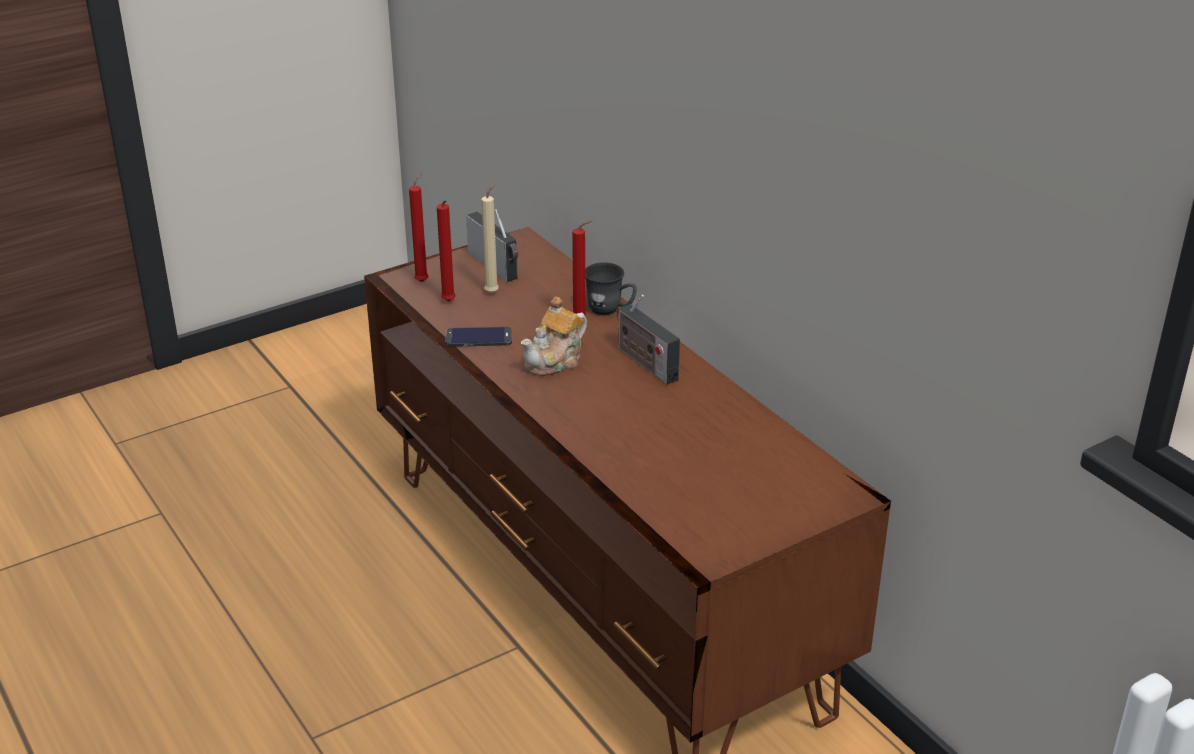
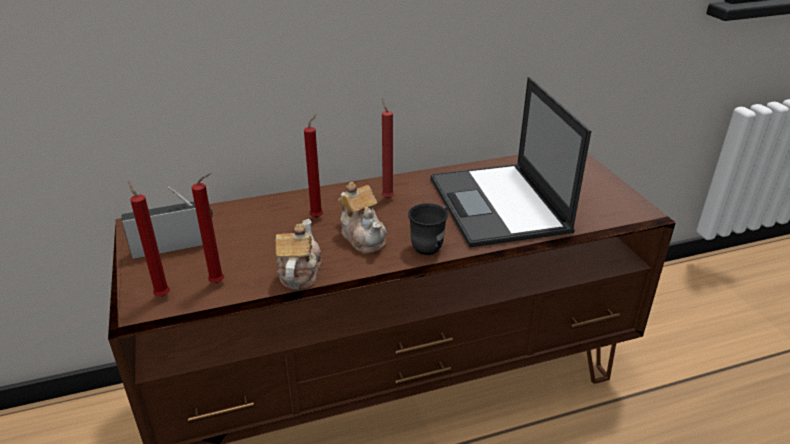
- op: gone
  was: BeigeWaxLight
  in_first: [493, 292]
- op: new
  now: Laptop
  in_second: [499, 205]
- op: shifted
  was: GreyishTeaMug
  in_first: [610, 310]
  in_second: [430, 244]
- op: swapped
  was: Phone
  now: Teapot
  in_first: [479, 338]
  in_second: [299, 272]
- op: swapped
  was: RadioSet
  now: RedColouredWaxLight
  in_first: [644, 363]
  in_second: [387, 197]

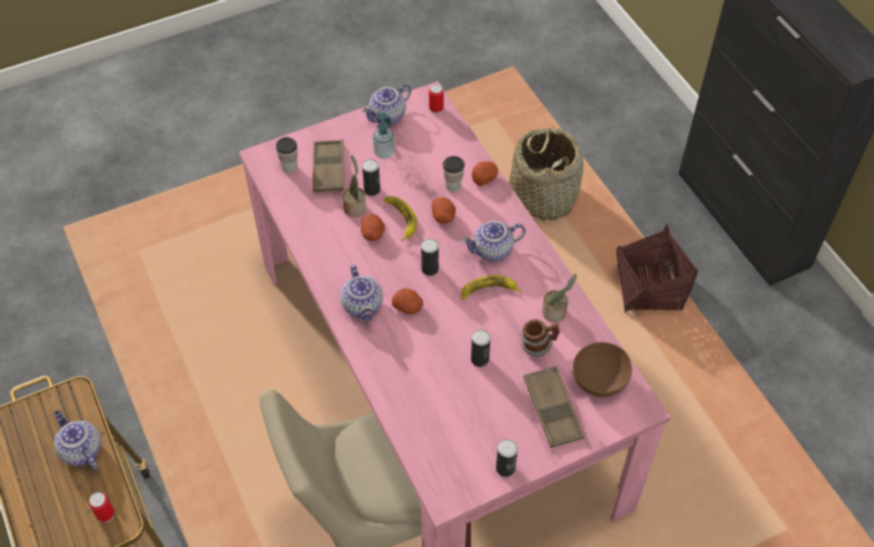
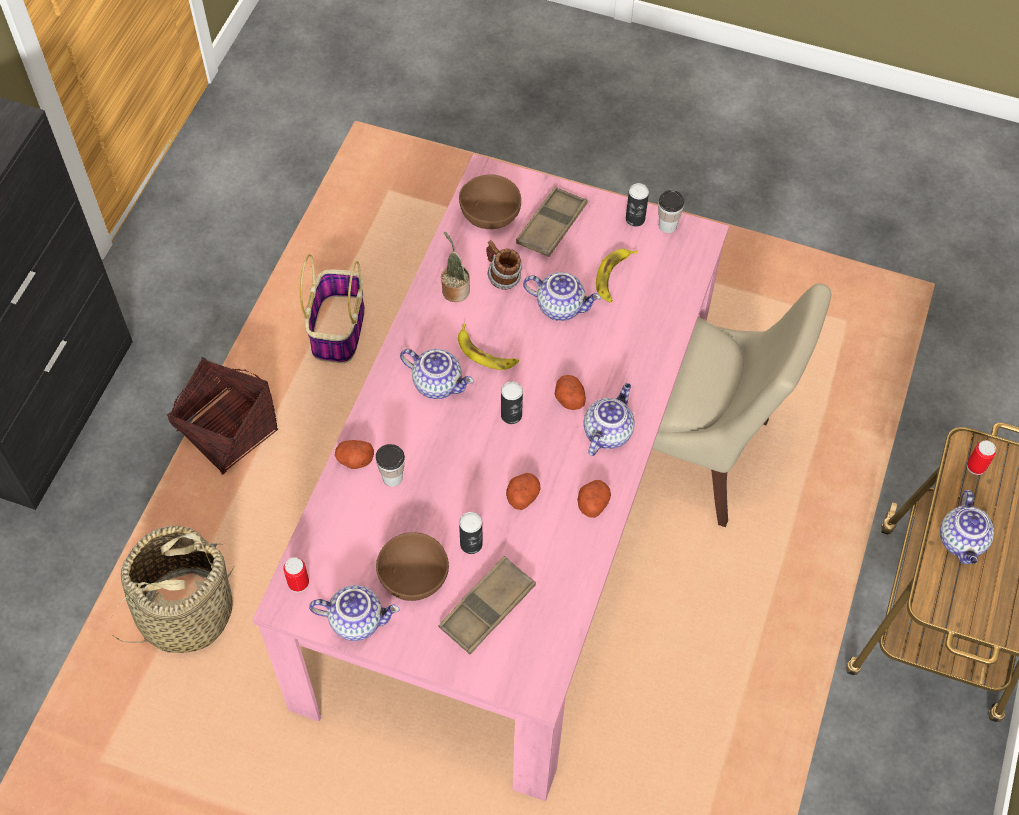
- op: gone
  was: PottedPlant
  in_first: [355, 207]
- op: new
  now: HouseholdBasket
  in_second: [338, 329]
- op: shifted
  was: SmallCup
  in_first: [289, 167]
  in_second: [667, 225]
- op: shifted
  was: BananaFruit
  in_first: [400, 218]
  in_second: [614, 277]
- op: shifted
  was: Spud
  in_first: [443, 216]
  in_second: [593, 502]
- op: swapped
  was: LiquidSoapBottle
  now: BrownishBowl
  in_first: [384, 153]
  in_second: [412, 577]
- op: swapped
  was: MetalCan
  now: Teapot
  in_first: [479, 359]
  in_second: [561, 306]

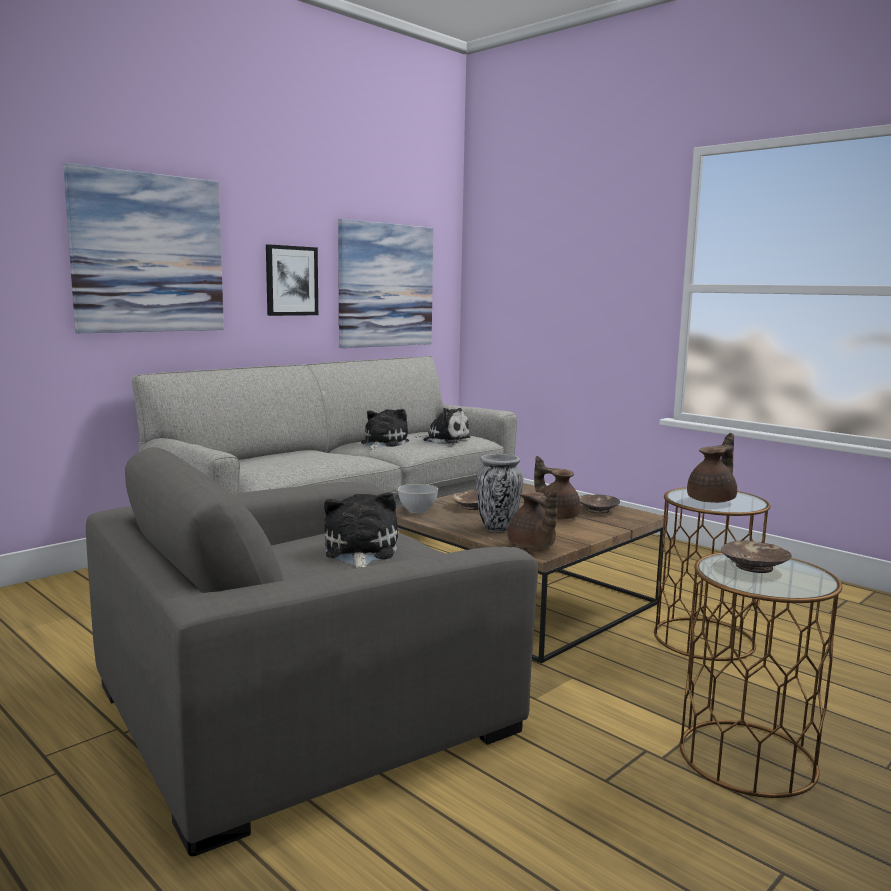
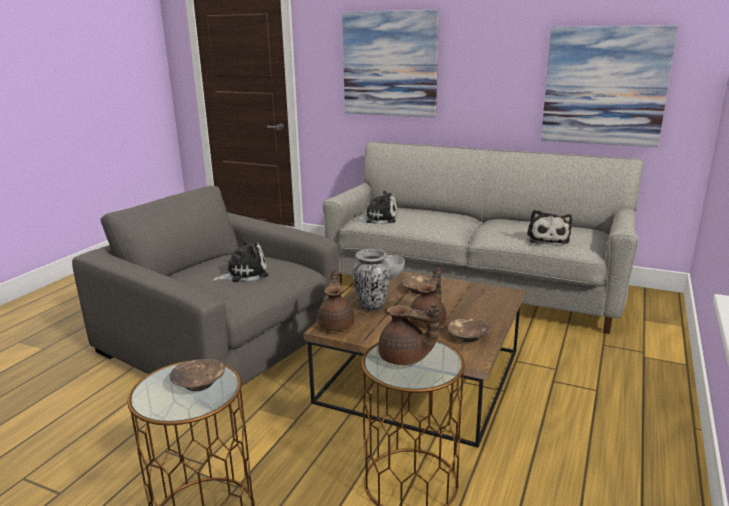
- op: gone
  was: Picture
  in_first: [291, 281]
- op: shifted
  was: CuddlyToy
  in_first: [382, 443]
  in_second: [378, 218]
- op: rotated
  was: BrownishTeapot
  in_first: [532, 546]
  in_second: [336, 324]
  clockwise: 135

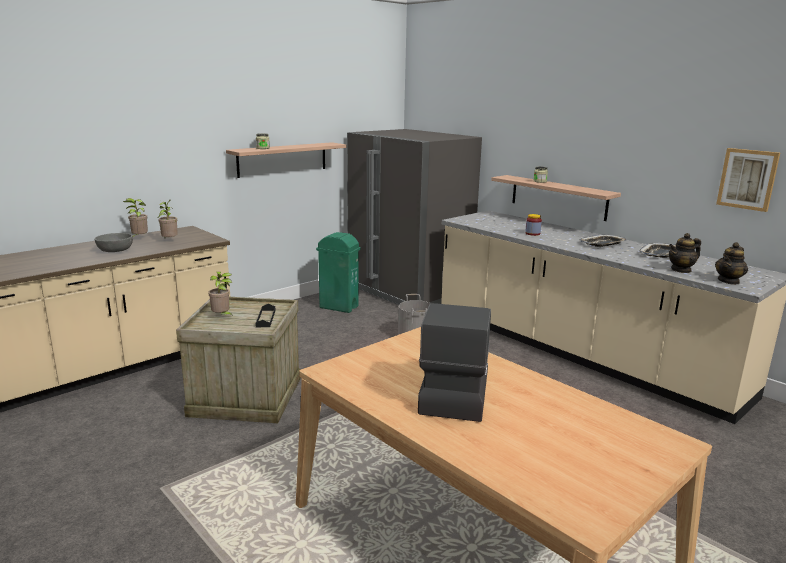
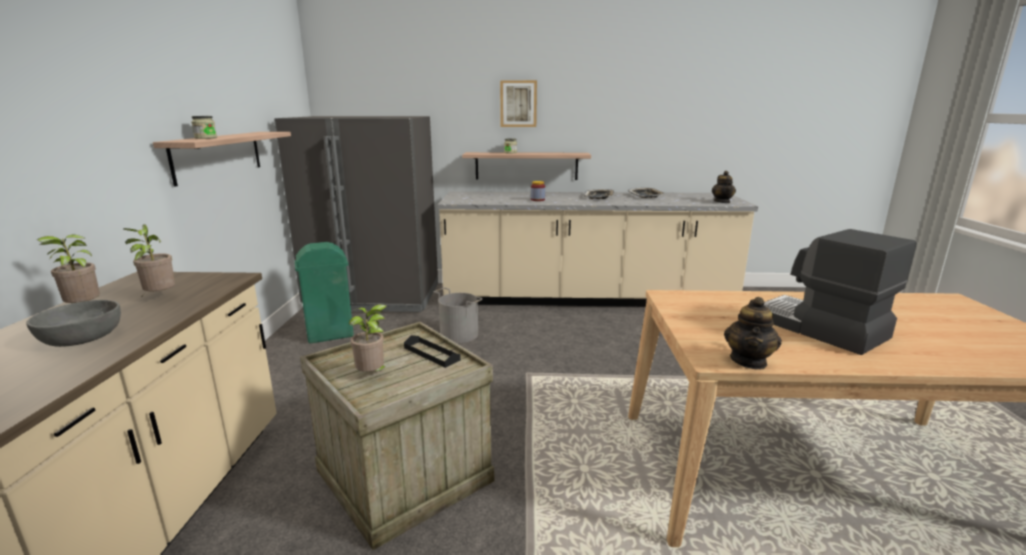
- op: shifted
  was: Teapot
  in_first: [681, 270]
  in_second: [749, 361]
- op: shifted
  was: Picture
  in_first: [747, 179]
  in_second: [518, 104]

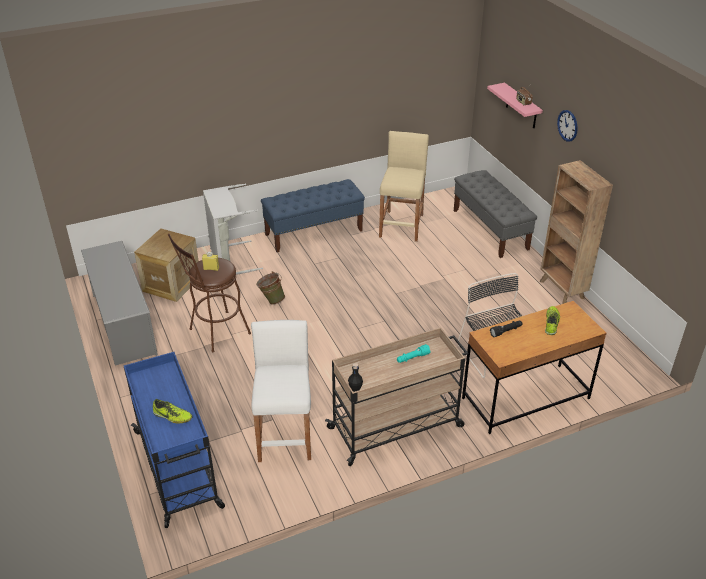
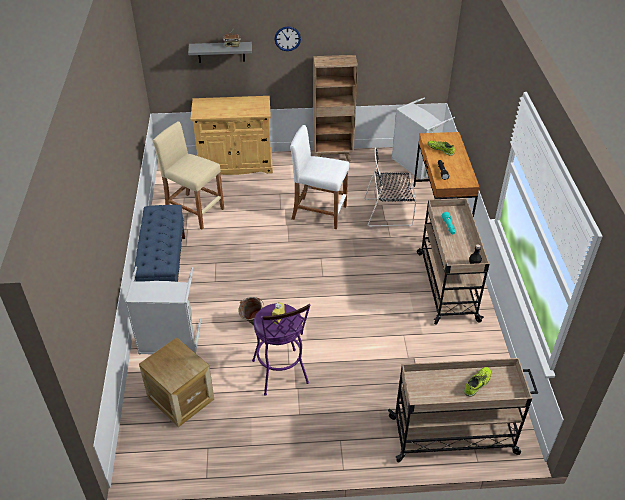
- op: gone
  was: GreyishShoeRack
  in_first: [123, 323]
- op: new
  now: GreyishHamper
  in_second: [414, 165]
- op: shifted
  was: WhiteColouredSittingStool
  in_first: [285, 435]
  in_second: [319, 213]
- op: swapped
  was: GreyishLongSeat
  now: BeigeStorageCabinet
  in_first: [490, 229]
  in_second: [235, 164]
- op: repainted
  was: BluishCart
  now: BeigeCart
  in_first: [178, 470]
  in_second: [454, 435]
- op: repainted
  was: BrownishSittingStool
  now: PurpleSittingStool
  in_first: [215, 333]
  in_second: [281, 376]
- op: repainted
  was: PinkishShelf
  now: GreyishShelf
  in_first: [521, 106]
  in_second: [221, 52]

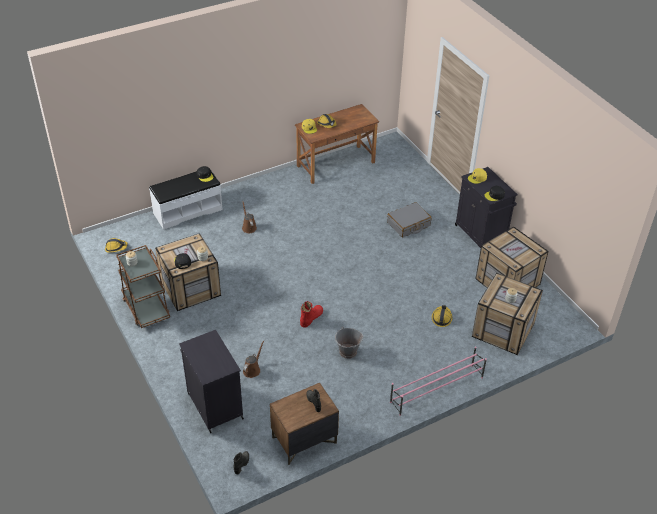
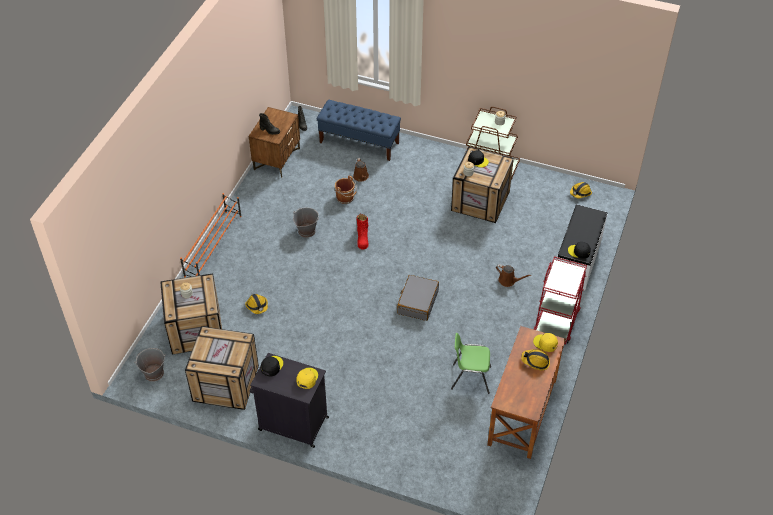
- op: new
  now: GreyishWaterBucket
  in_second: [153, 373]
- op: new
  now: BrownishWaterBucket
  in_second: [346, 198]
- op: new
  now: GreenPlainChair
  in_second: [470, 378]
- op: new
  now: RedColouredCart
  in_second: [556, 321]
- op: shifted
  was: GreyishSuitcase
  in_first: [408, 224]
  in_second: [417, 302]
- op: swapped
  was: BlackishStorageCabinet
  now: BluishLongSeat
  in_first: [214, 405]
  in_second: [359, 143]
- op: repainted
  was: PinkishShoeRack
  now: OrangeyShoeRack
  in_first: [436, 389]
  in_second: [213, 245]

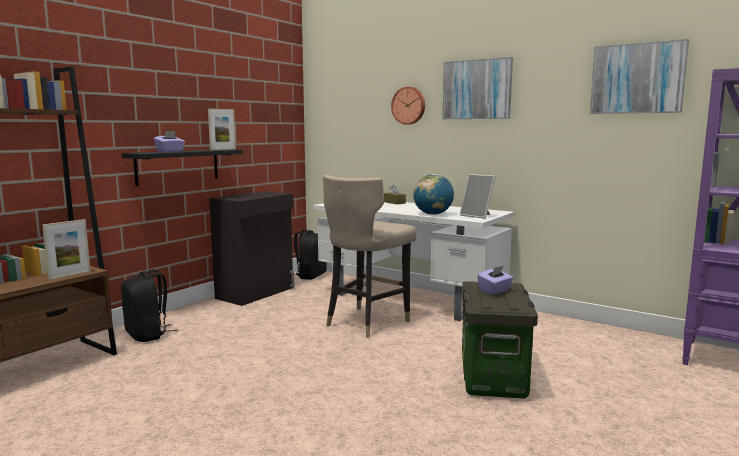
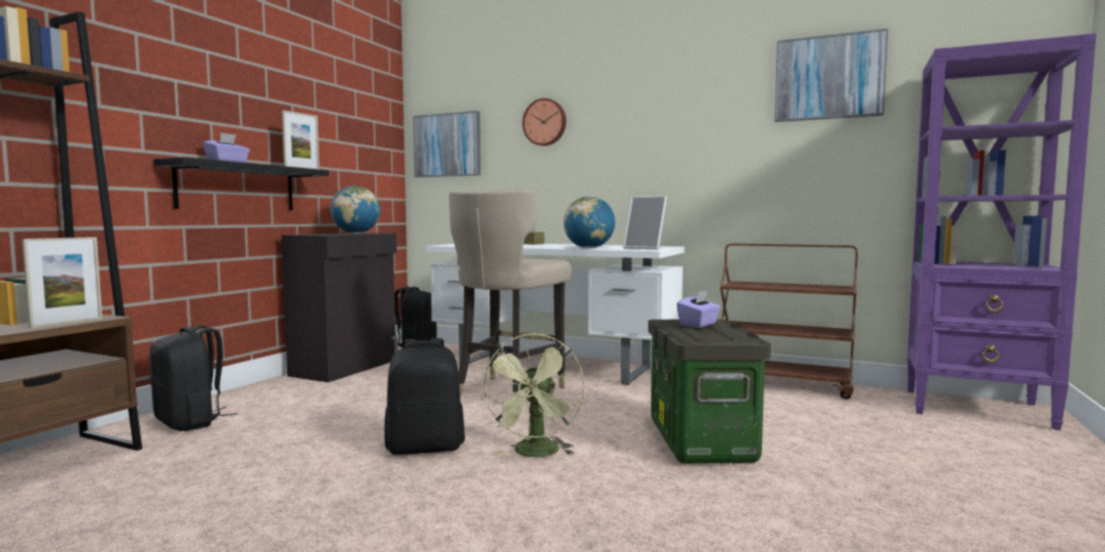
- op: new
  now: Globe
  in_second: [356, 233]
- op: new
  now: BlackishRucksack
  in_second: [425, 447]
- op: new
  now: GreenElectricFan
  in_second: [536, 454]
- op: new
  now: BrownishCart
  in_second: [783, 385]
- op: shifted
  was: Picture
  in_first: [477, 89]
  in_second: [447, 145]

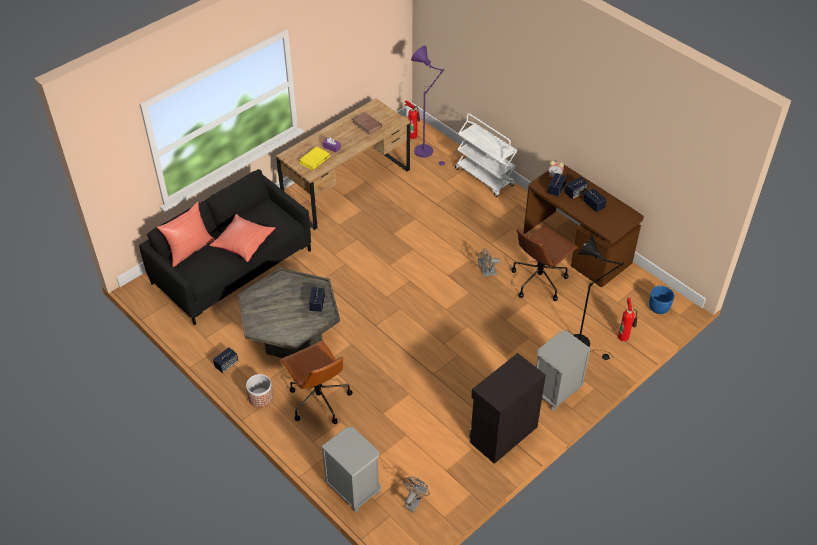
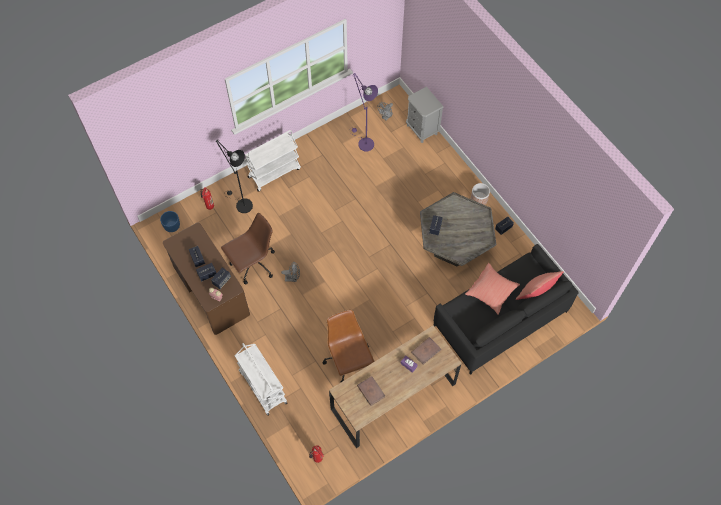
- op: gone
  was: BlackishStorageCabinet
  in_first: [502, 434]
- op: shifted
  was: BrownishOfficeChair
  in_first: [318, 400]
  in_second: [349, 361]
- op: shifted
  was: PurpleFloorLamp
  in_first: [427, 152]
  in_second: [363, 142]
- op: swapped
  was: GreyishNightTable
  now: WhiteColouredCart
  in_first: [555, 392]
  in_second: [274, 172]
- op: repainted
  was: YellowColouredVolume
  now: BrownishVolume
  in_first: [314, 160]
  in_second: [426, 351]

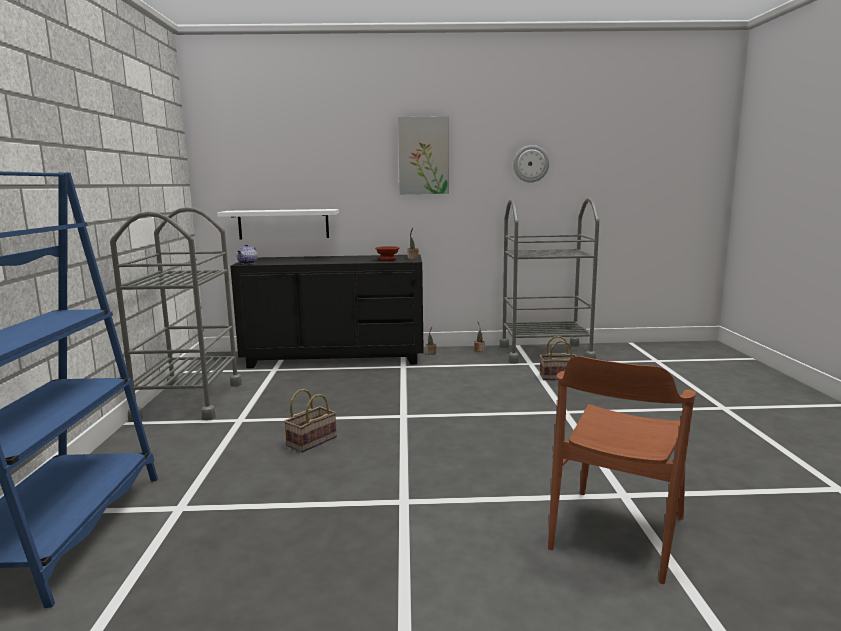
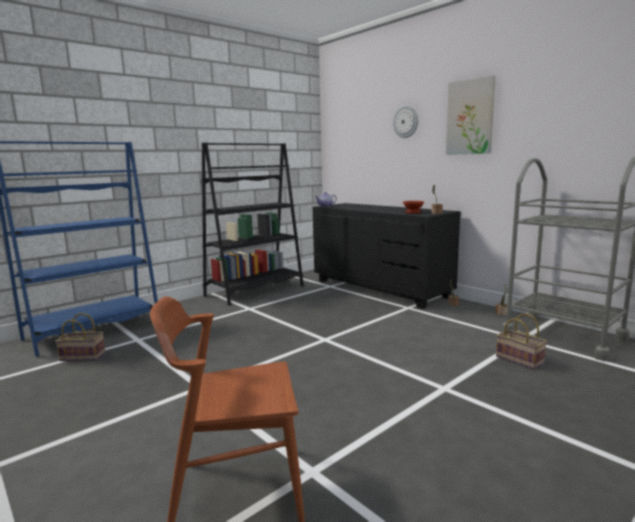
- op: gone
  was: WhiteColouredShelf
  in_first: [283, 224]
- op: shifted
  was: HouseholdBasket
  in_first: [312, 441]
  in_second: [84, 356]
- op: shifted
  was: HangingClock
  in_first: [530, 164]
  in_second: [406, 121]
- op: swapped
  was: GreyishCart
  now: BlackishBookshelf
  in_first: [189, 401]
  in_second: [255, 291]

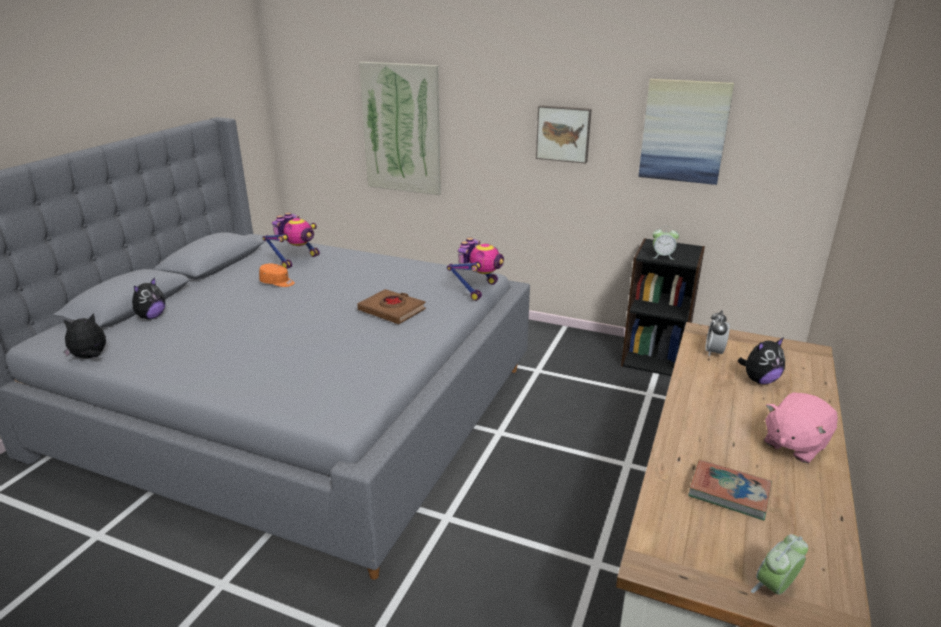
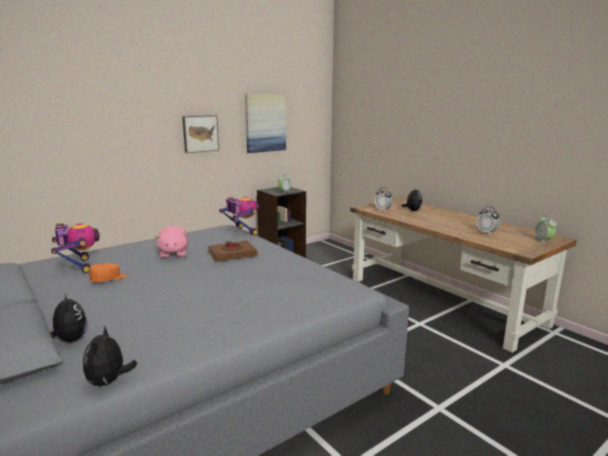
- op: gone
  was: Picture
  in_first: [402, 129]
- op: shifted
  was: PinkishCuddlyToy
  in_first: [794, 444]
  in_second: [173, 254]
- op: swapped
  was: Volume
  now: BedsideClock
  in_first: [729, 493]
  in_second: [486, 232]

